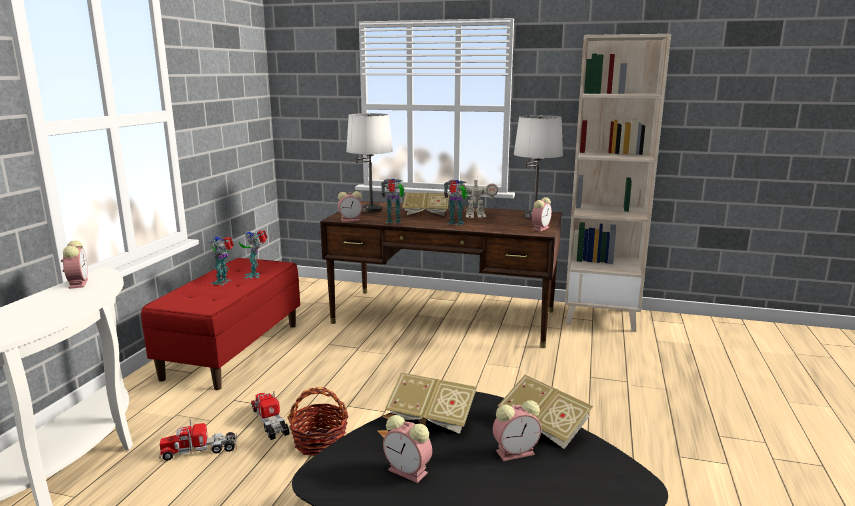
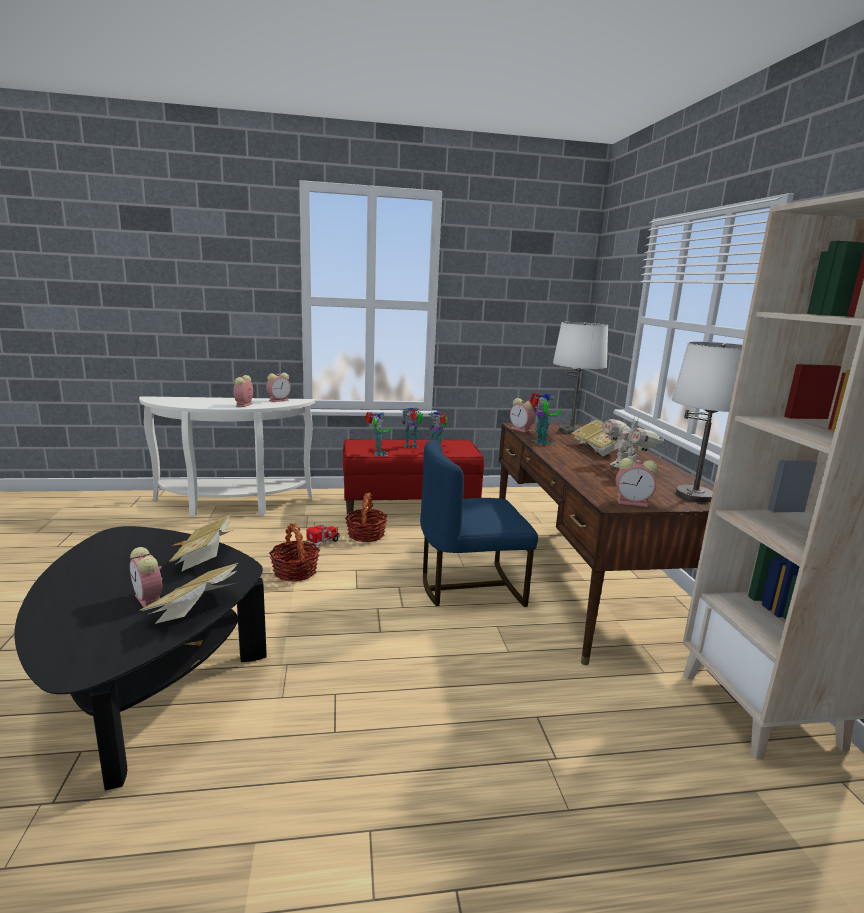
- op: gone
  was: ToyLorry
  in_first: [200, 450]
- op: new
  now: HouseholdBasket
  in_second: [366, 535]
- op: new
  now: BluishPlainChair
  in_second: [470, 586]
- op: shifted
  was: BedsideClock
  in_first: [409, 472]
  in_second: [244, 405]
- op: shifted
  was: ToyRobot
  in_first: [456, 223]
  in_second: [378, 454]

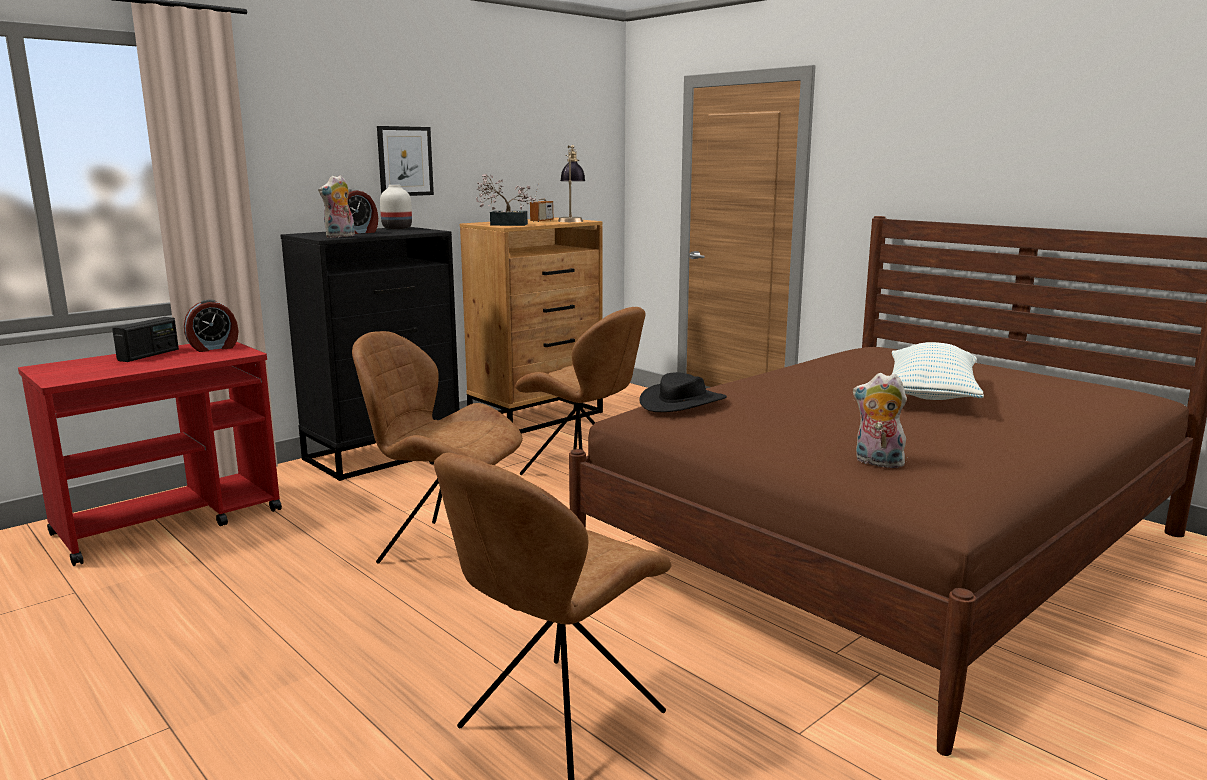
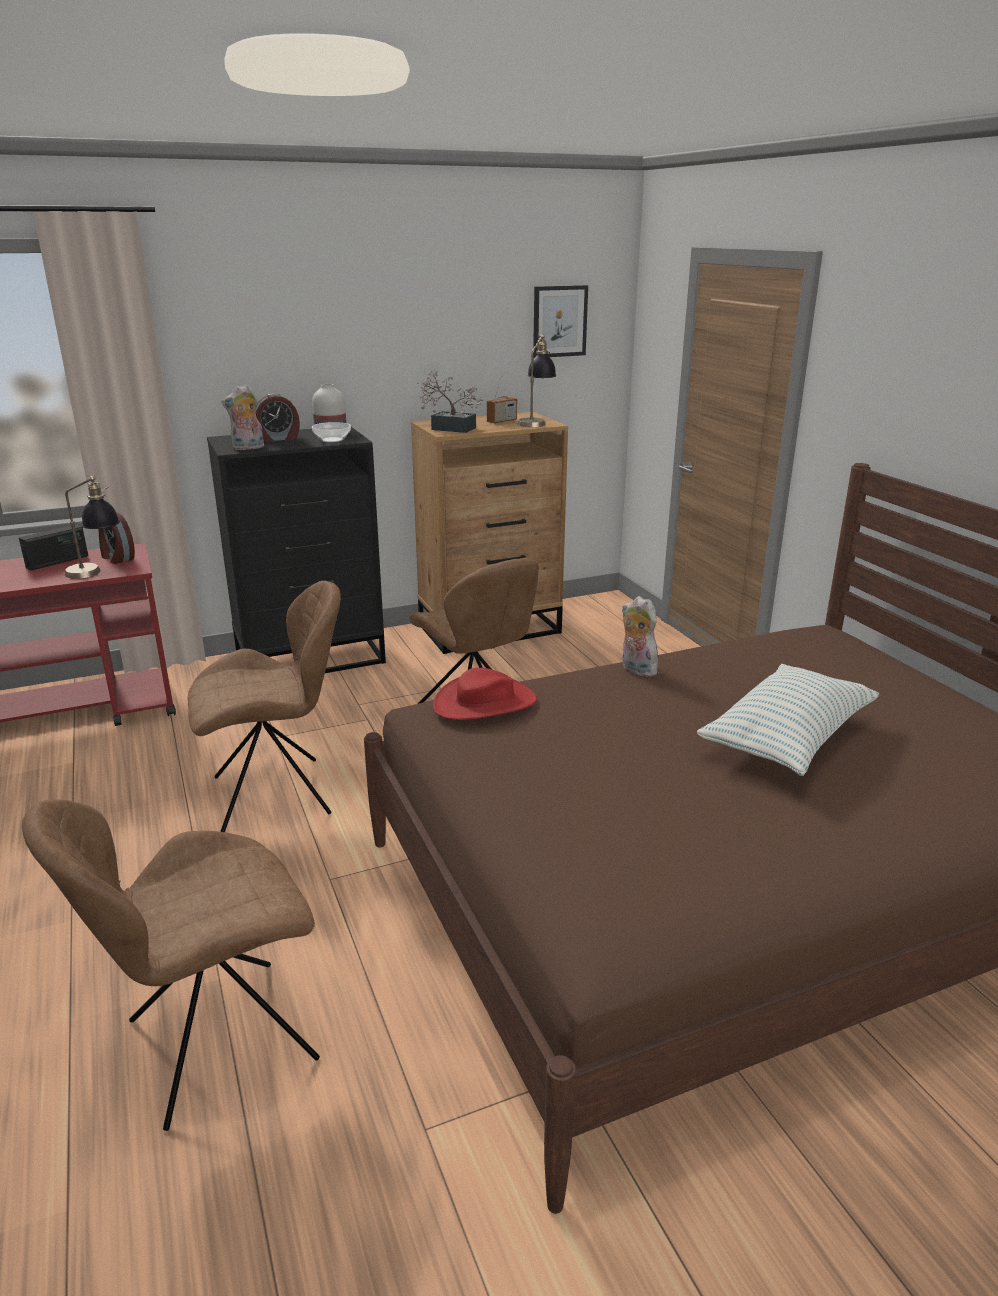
- op: new
  now: TabletopLamp
  in_second: [97, 573]
- op: new
  now: Bowl
  in_second: [331, 440]
- op: shifted
  was: Picture
  in_first: [405, 161]
  in_second: [559, 321]
- op: shifted
  was: CuddlyToy
  in_first: [877, 463]
  in_second: [636, 669]
- op: repainted
  was: BlackishHat
  now: RedColouredHat
  in_first: [683, 402]
  in_second: [485, 703]
- op: rotated
  was: BedsideClock
  in_first: [214, 348]
  in_second: [117, 558]
  clockwise: 60
- op: rotated
  was: BrownishPlainChair
  in_first: [445, 549]
  in_second: [277, 794]
  clockwise: 120

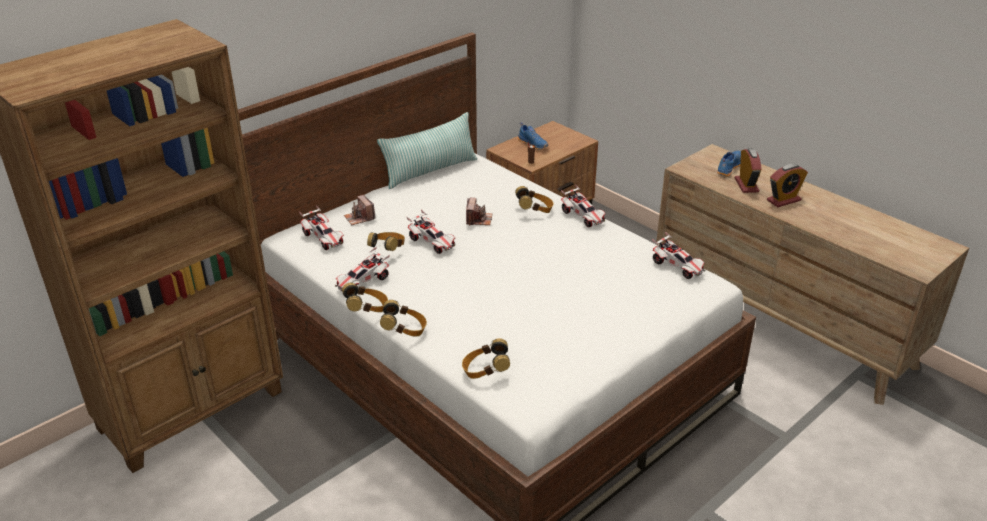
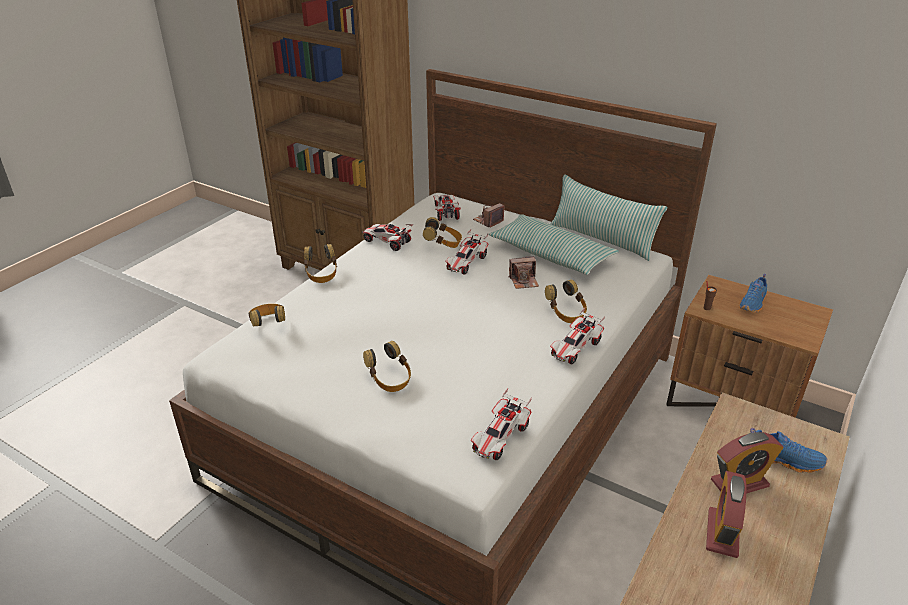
- op: new
  now: Pillow
  in_second: [551, 254]
- op: shifted
  was: Headphones
  in_first: [367, 309]
  in_second: [389, 379]
- op: rotated
  was: MiniatureCar
  in_first: [323, 238]
  in_second: [445, 212]
  clockwise: 135
- op: rotated
  was: BedsideClock
  in_first: [783, 200]
  in_second: [722, 533]
  clockwise: 60

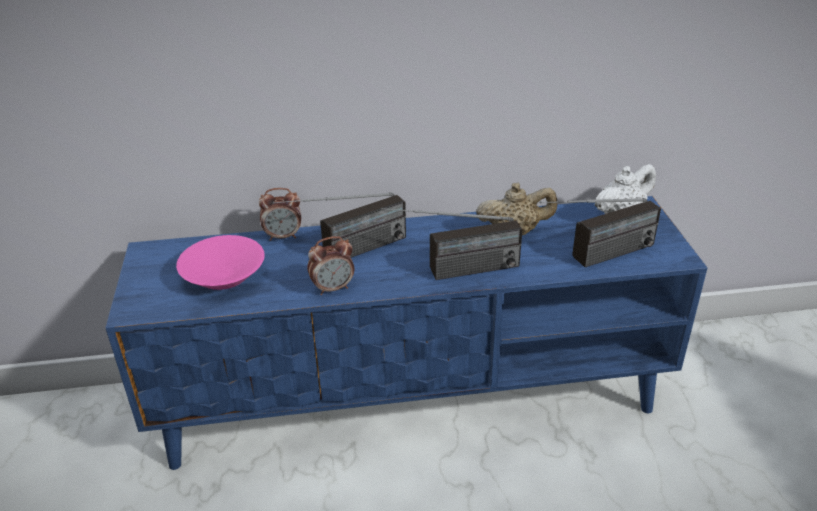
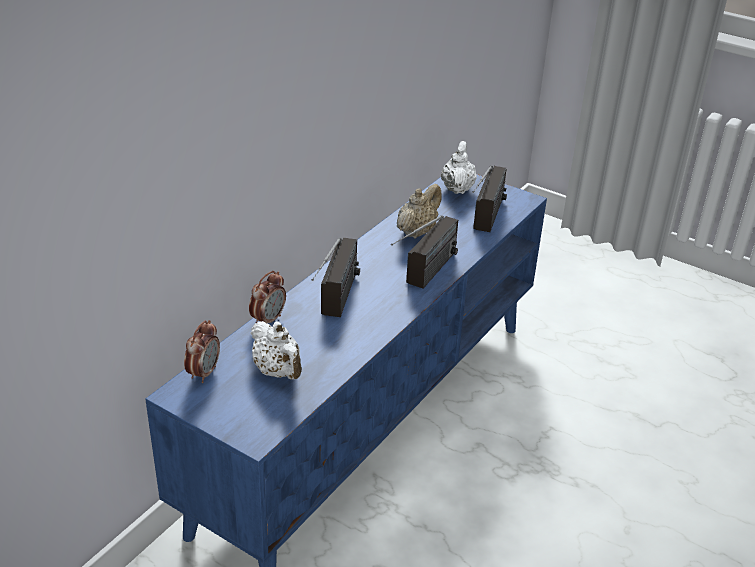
- op: shifted
  was: BedsideClock
  in_first: [333, 288]
  in_second: [204, 373]
- op: swapped
  was: PinkishBowl
  now: WhiteColouredTeapot
  in_first: [224, 276]
  in_second: [278, 372]

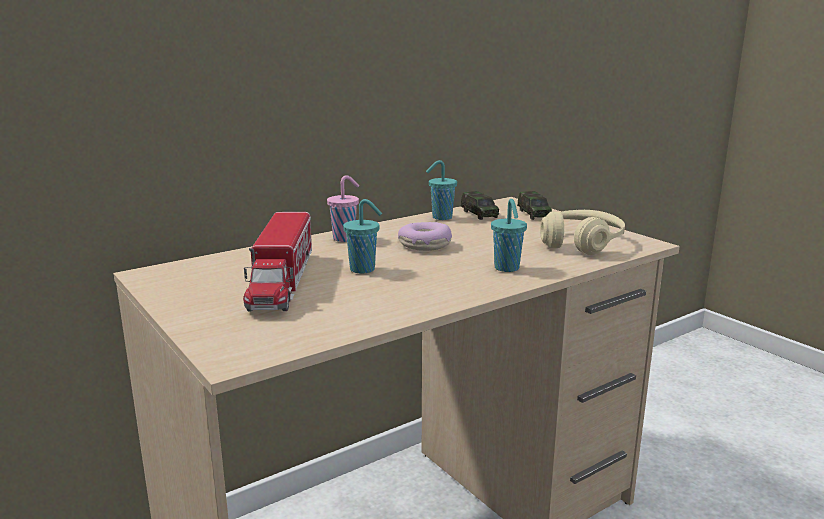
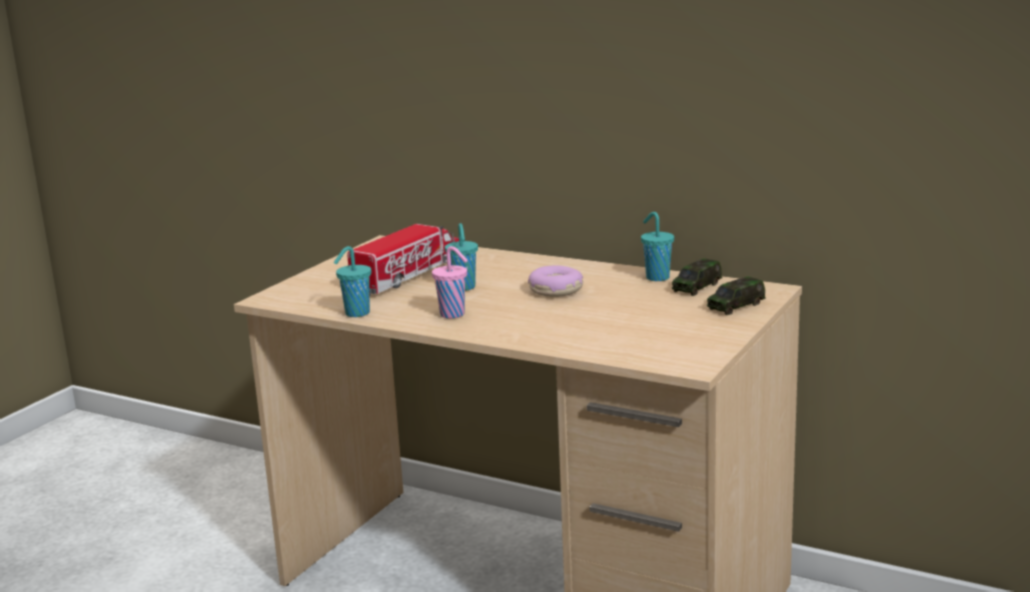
- op: gone
  was: BeigeHeadphones
  in_first: [580, 243]
- op: shifted
  was: PinkishSmallCup
  in_first: [345, 238]
  in_second: [454, 315]
- op: shifted
  was: TurquoiseColouredSmallCup
  in_first: [507, 269]
  in_second: [356, 314]
- op: rotated
  was: ToyLorry
  in_first: [281, 281]
  in_second: [409, 274]
  clockwise: 150

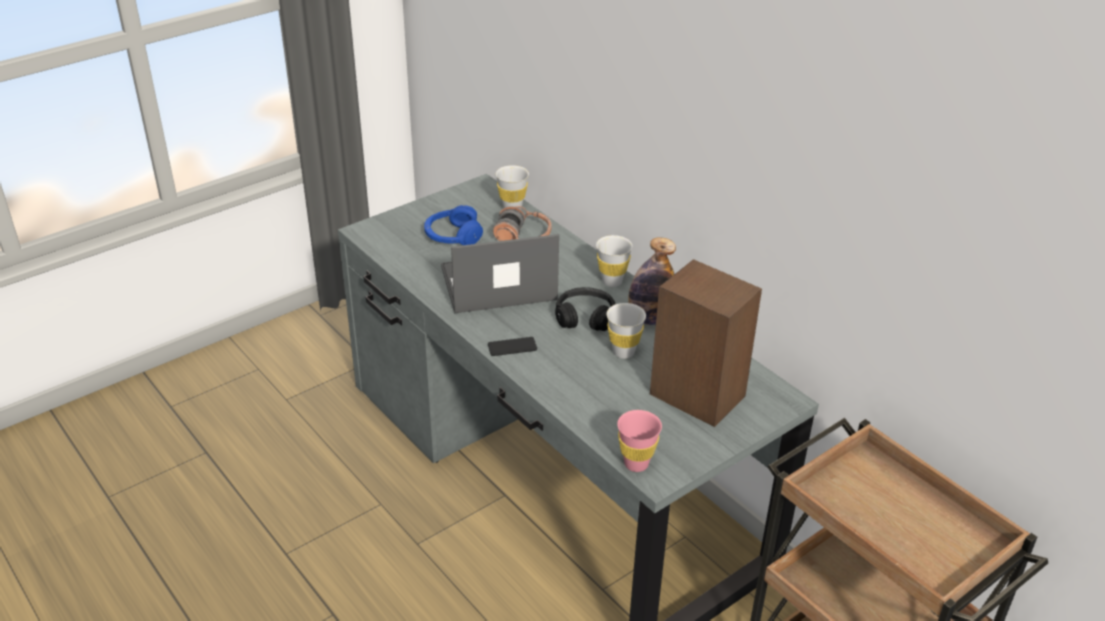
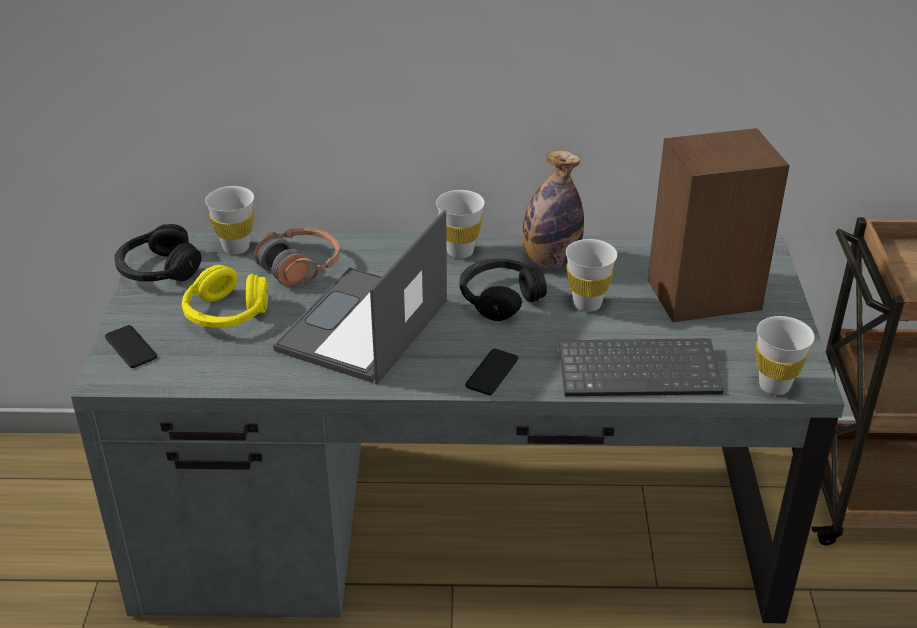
- op: new
  now: Phone
  in_second: [131, 347]
- op: new
  now: BlackishHeadphones
  in_second: [158, 270]
- op: new
  now: Keyboard
  in_second: [640, 369]
- op: repainted
  was: BluishHeadphones
  now: YellowColouredHeadphones
  in_first: [452, 236]
  in_second: [226, 314]
- op: repainted
  was: PinkishSmallCup
  now: WhiteColouredSmallCup
  in_first: [636, 464]
  in_second: [774, 386]

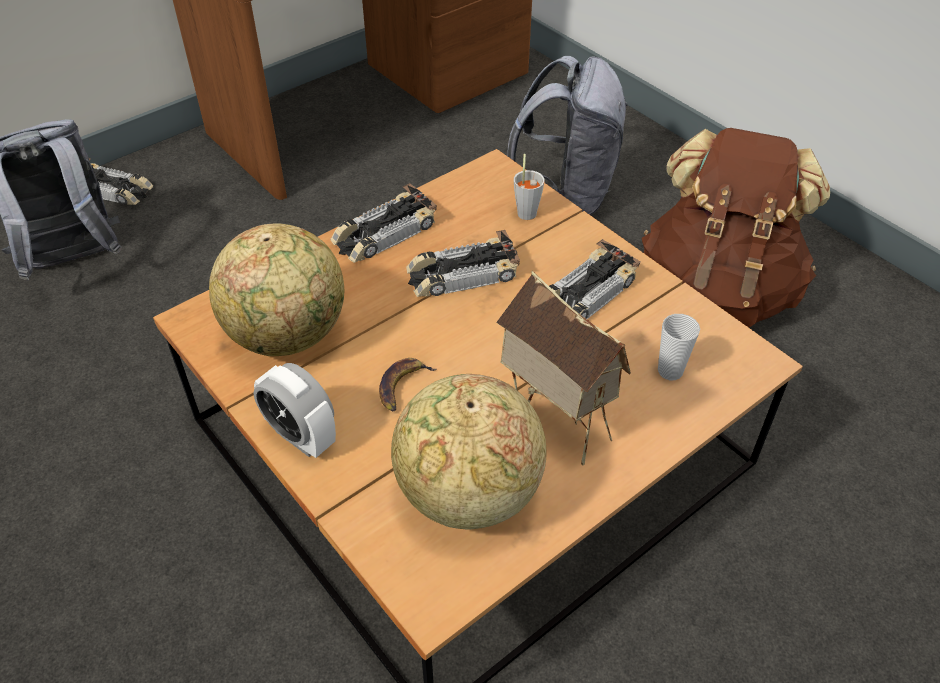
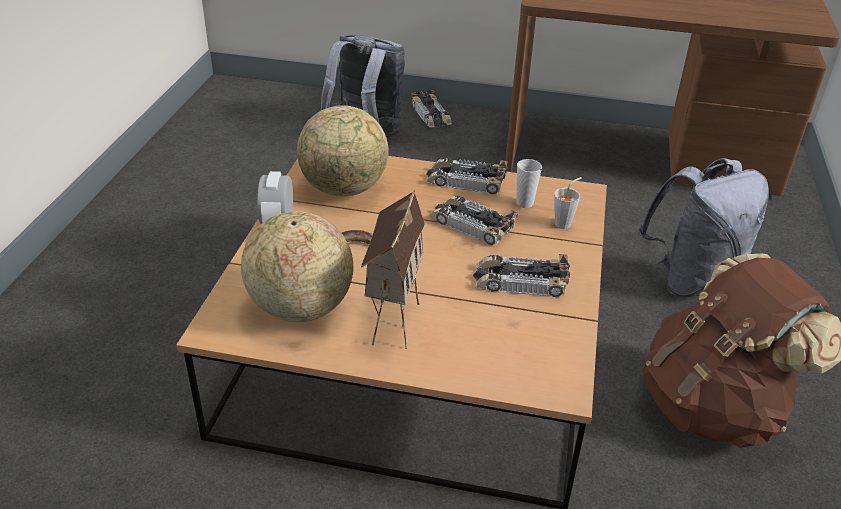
- op: shifted
  was: SmallCup
  in_first: [670, 371]
  in_second: [524, 203]

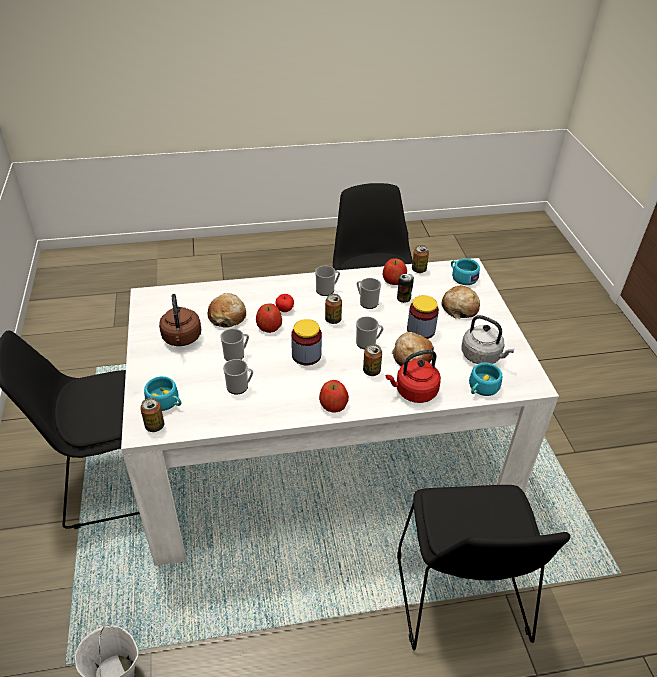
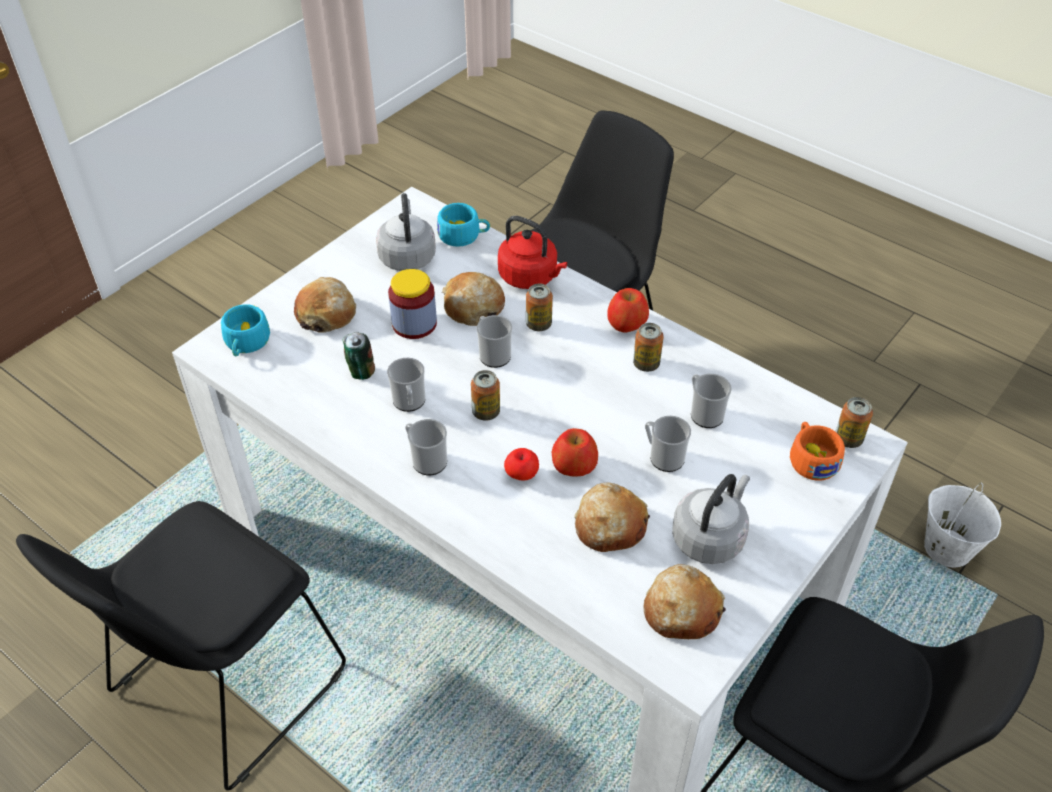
- op: gone
  was: StorageJar
  in_first: [306, 355]
- op: gone
  was: AppleFruit
  in_first: [393, 280]
- op: new
  now: BakedBread
  in_second: [681, 610]
- op: shifted
  was: MetalCan
  in_first: [419, 269]
  in_second: [646, 364]
- op: repainted
  was: TurquoiseColouredSmallCup
  now: OrangeySmallCup
  in_first: [166, 402]
  in_second: [811, 458]
- op: repainted
  was: BrownishWaterKettle
  now: GreyishWaterKettle
  in_first: [182, 339]
  in_second: [710, 537]

